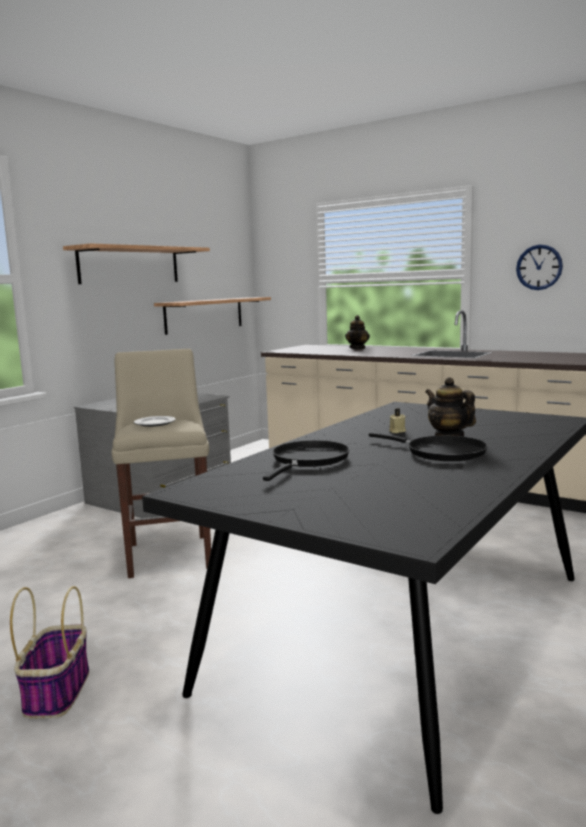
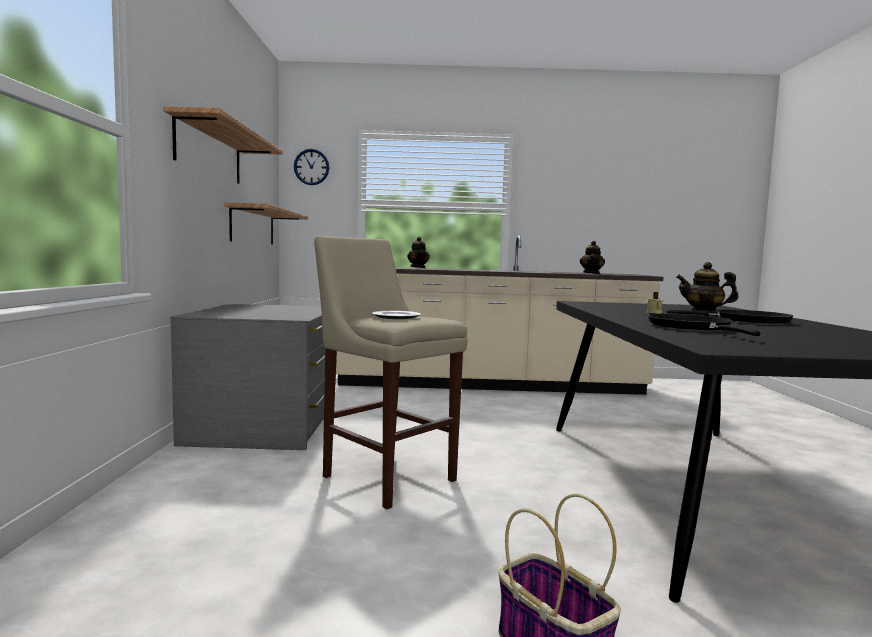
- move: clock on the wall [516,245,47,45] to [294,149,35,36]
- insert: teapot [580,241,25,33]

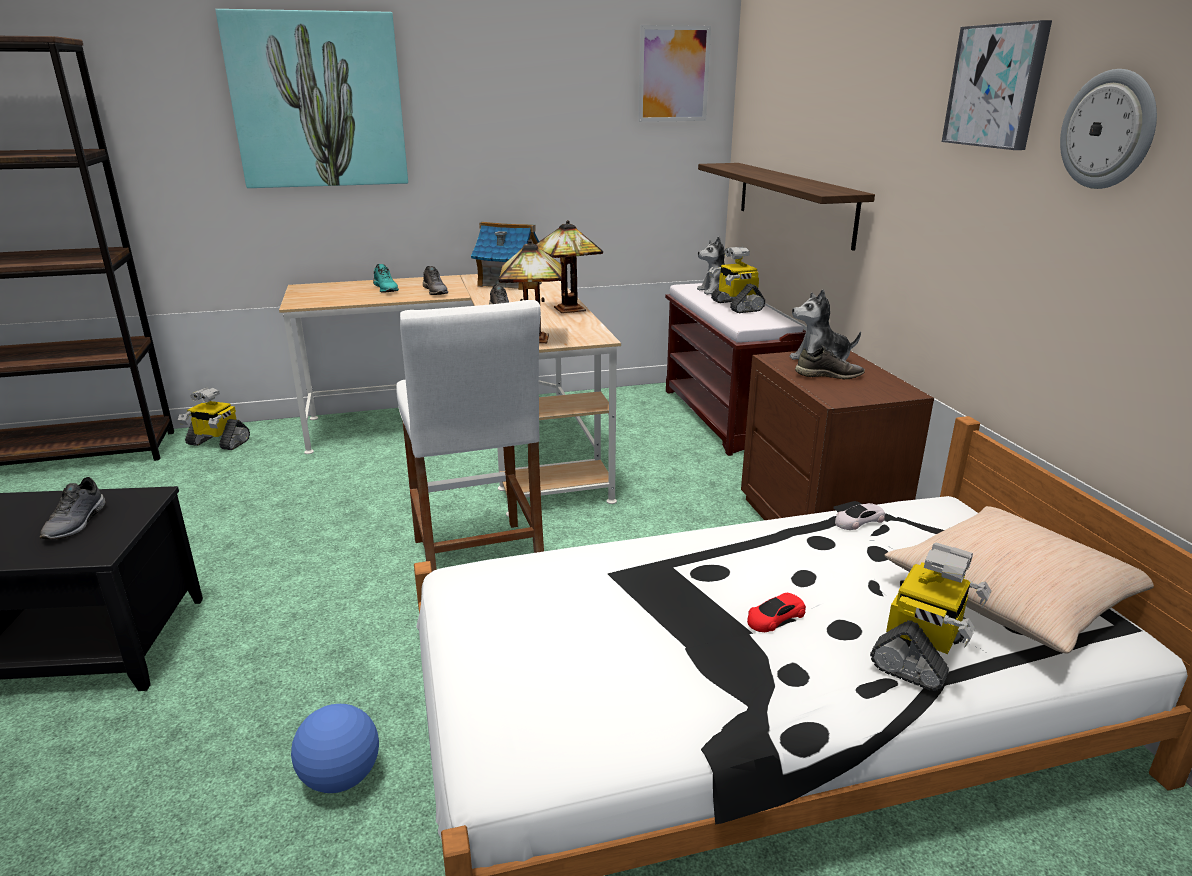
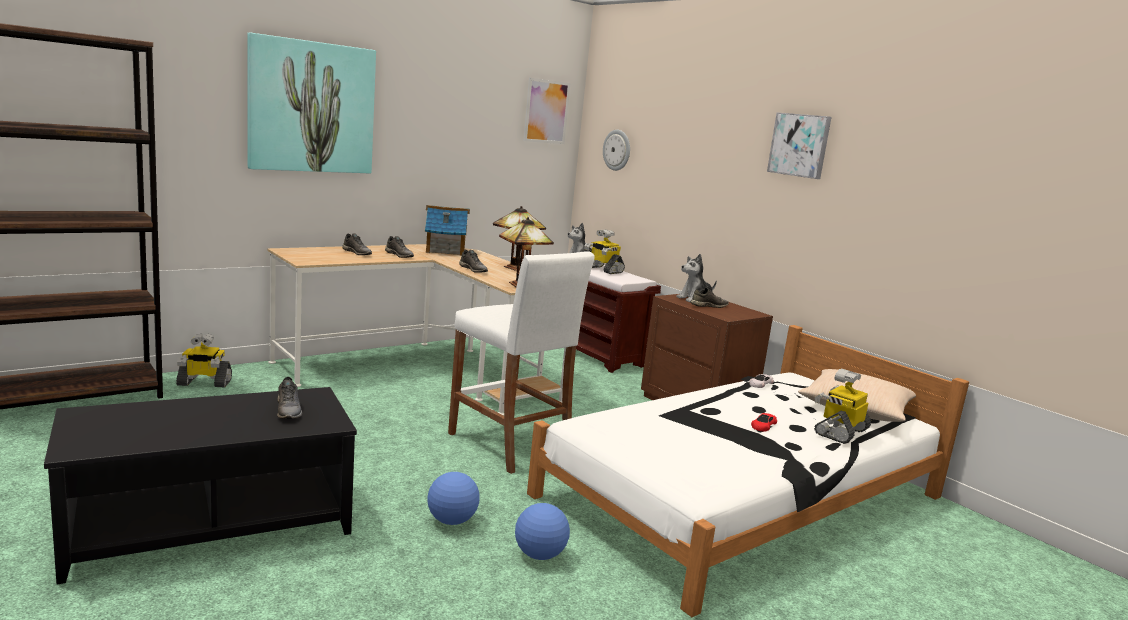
- move: clock on the wall [1060,69,97,120] to [603,130,27,41]
- delete: wall shelf [698,163,177,88]
- recolor: low shoe (turquoise-coloured) [373,264,26,28] to low shoe (grey) [342,233,30,22]
- rotate: toy robot [870,542,121,149] = [814,369,57,74] 150 degrees counterclockwise
- insert: ball for football [427,472,53,53]

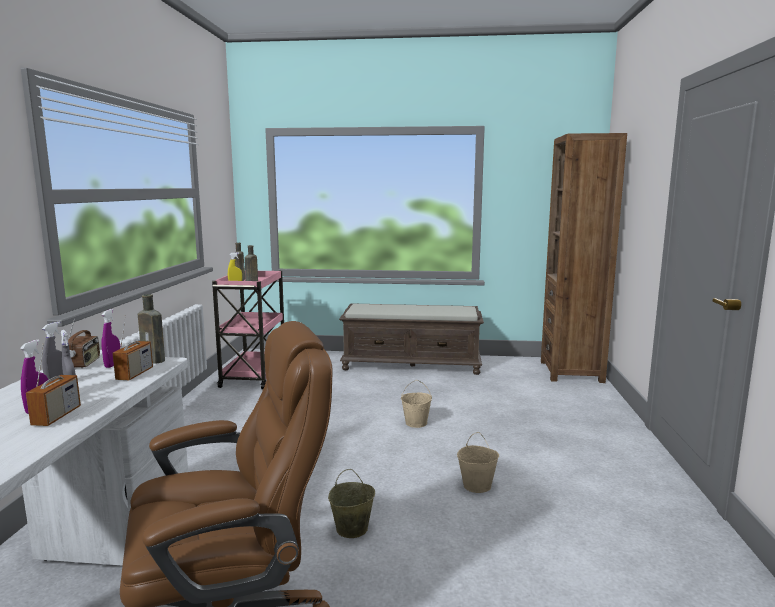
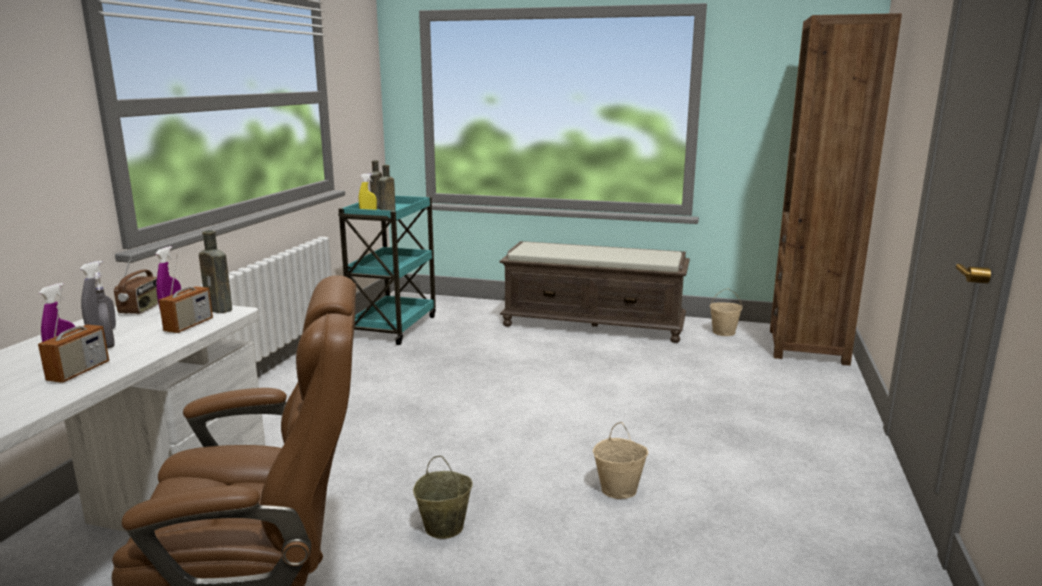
- recolor: wheeled cart (pink) [212,271,72,118] to wheeled cart (turquoise-coloured) [338,196,98,149]
- move: water bucket (sand-coloured) [401,380,31,48] to [710,288,33,48]

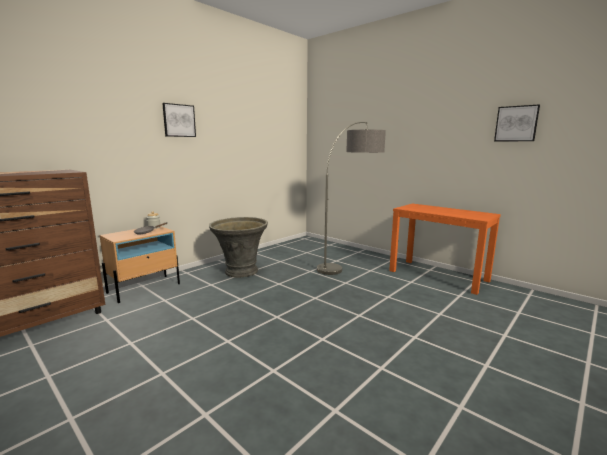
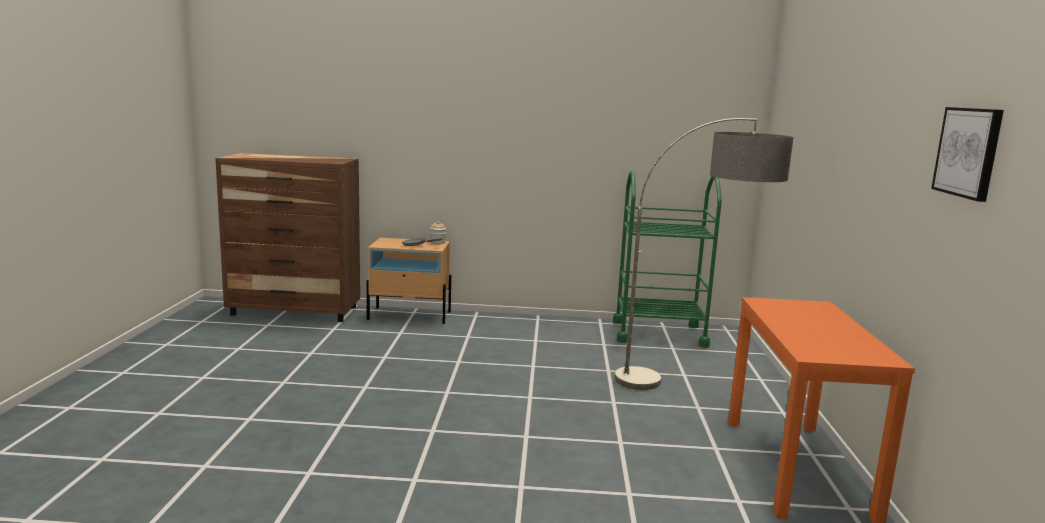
- delete: wall art [162,103,34,34]
- delete: flower pot (grey) [209,217,59,61]
- insert: wheeled cart (green-coloured) [613,171,109,177]

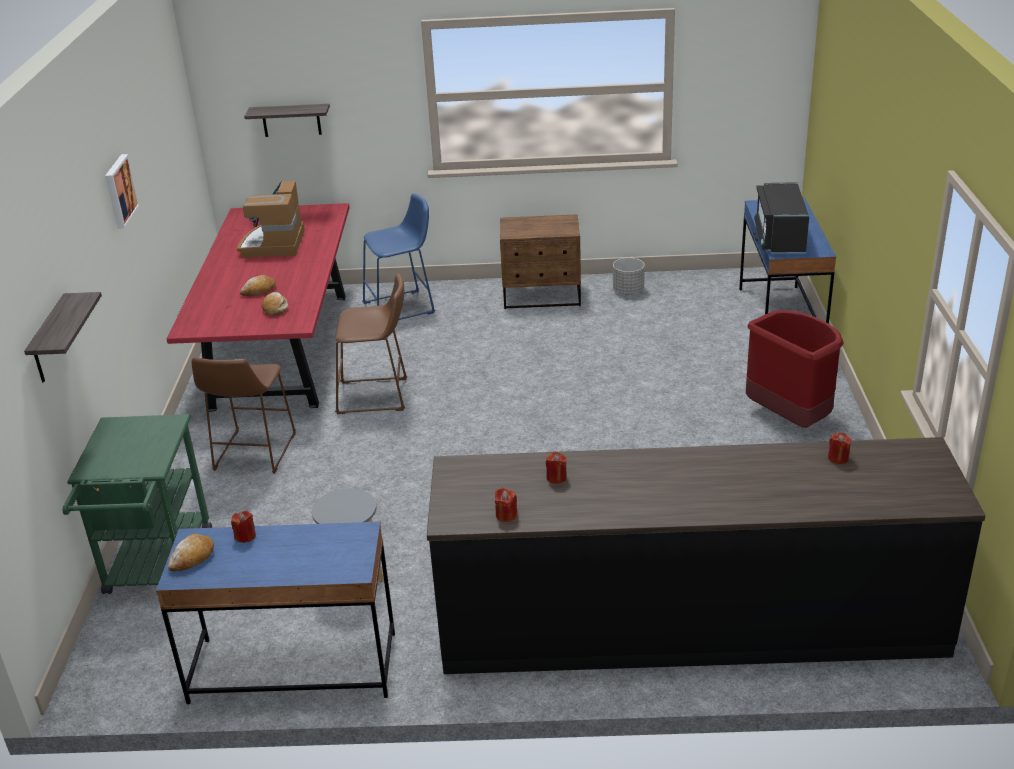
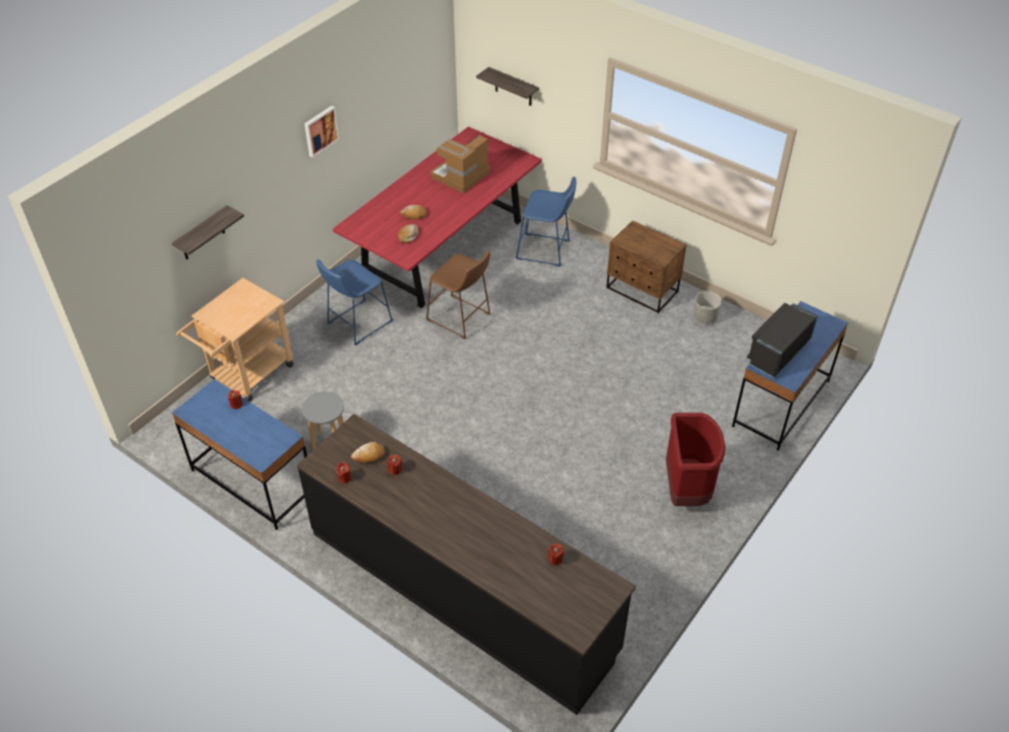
- recolor: stool seat (brown-coloured) [192,357,104,117] to stool seat (blue) [316,259,77,86]
- recolor: wheeled cart (green-coloured) [62,414,150,180] to wheeled cart (sand-coloured) [177,278,116,124]
- move: bakery bread [168,534,46,37] to [351,442,34,21]

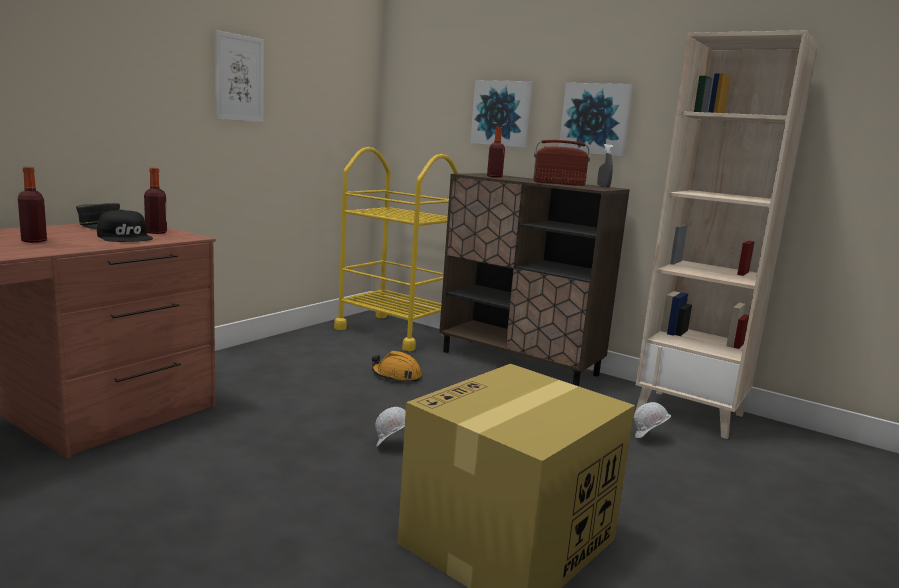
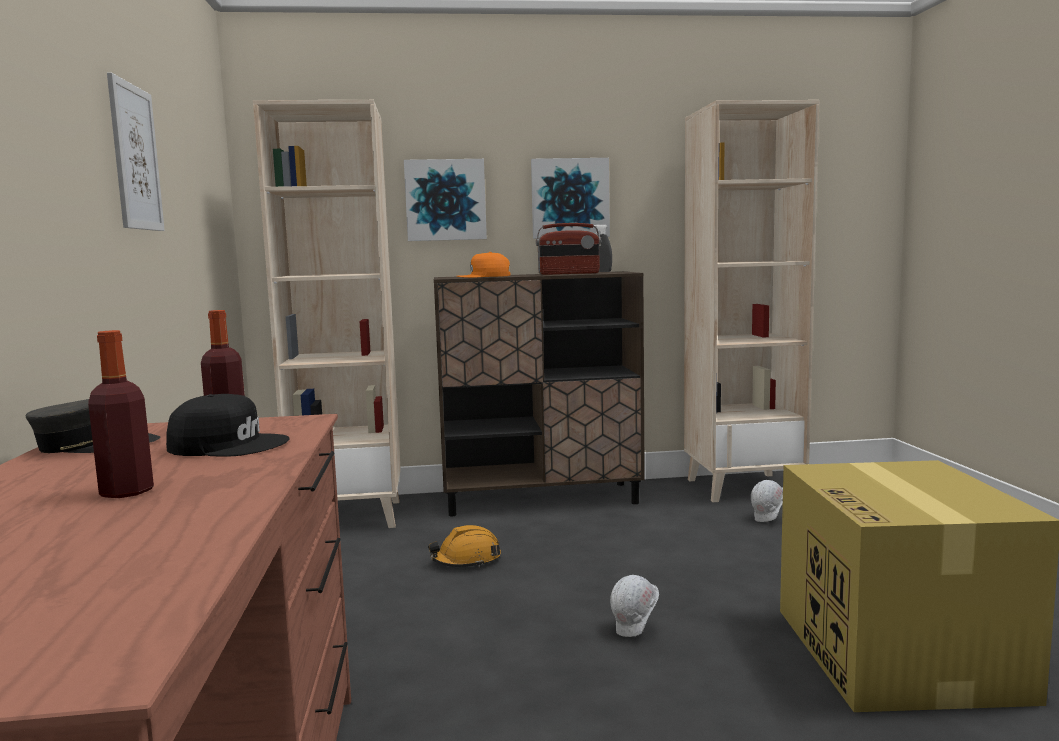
- replace: beverage bottle [487,127,18,51] to cap (orangey) [456,252,55,26]
- rotate: radio set [534,140,56,46] = [536,223,65,52] 150 degrees counterclockwise
- replace: wheeled cart (yellow-coloured) [334,147,125,204] to bookshelf (sand-coloured) [253,100,148,428]

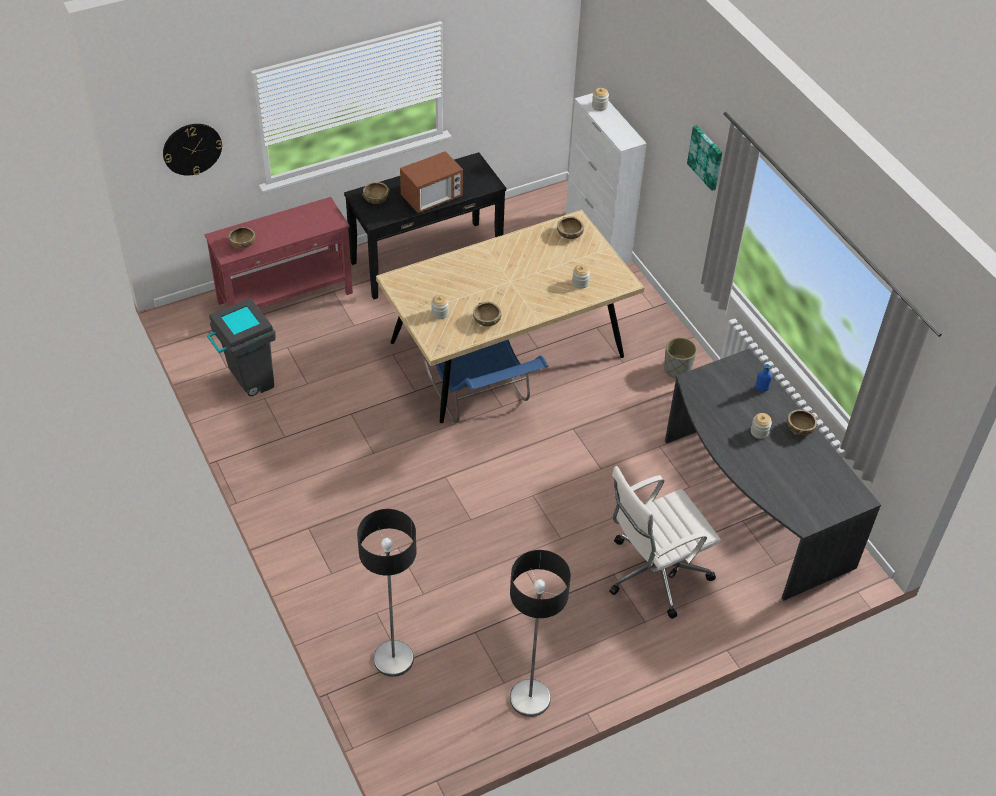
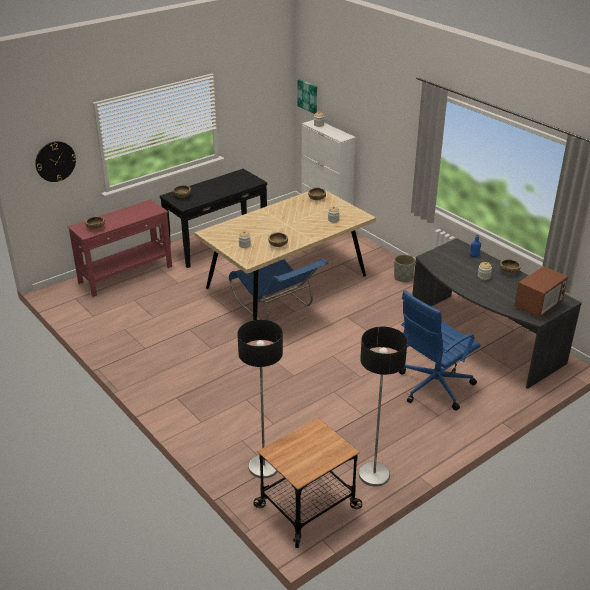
- move: wall art [687,125,36,66] to [298,79,19,35]
- move: microwave oven [400,151,63,62] to [514,266,54,52]
- delete: rubbish bin (grey) [207,298,69,98]
- recolor: office chair (whitish) [609,466,112,153] to office chair (blue) [399,290,81,120]
- insert: wheeled cart [253,418,109,130]

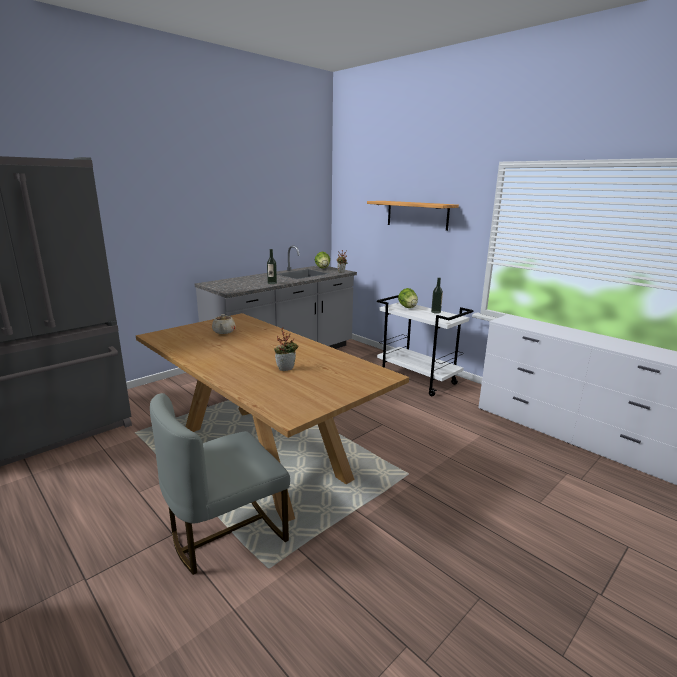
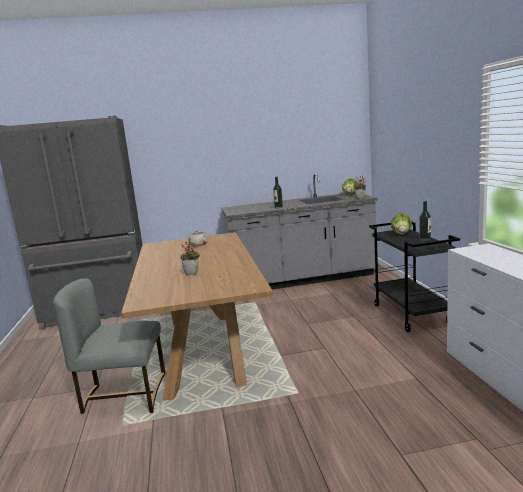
- delete: wall shelf [367,201,92,30]
- recolor: wheeled cart (whitish) [377,295,97,101] to wheeled cart (black) [369,222,91,110]

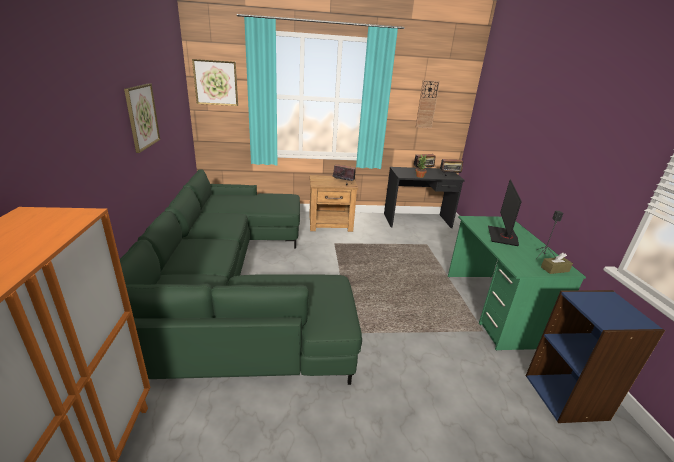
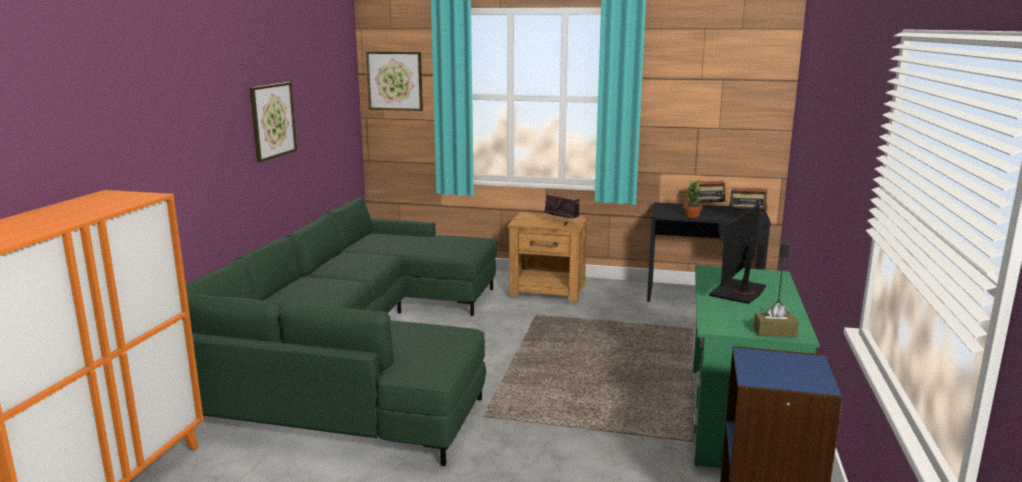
- delete: clock on the wall [416,80,24,48]

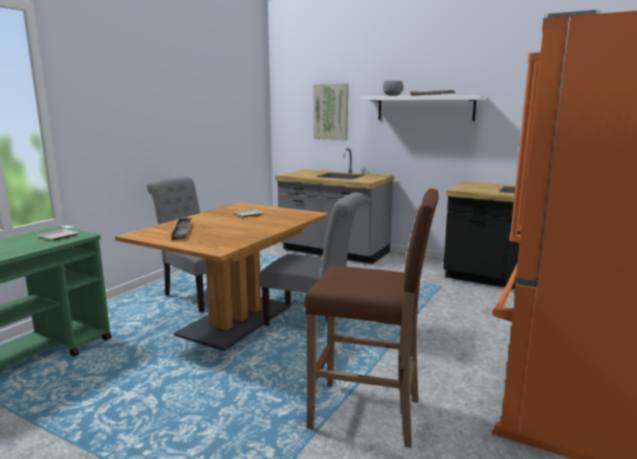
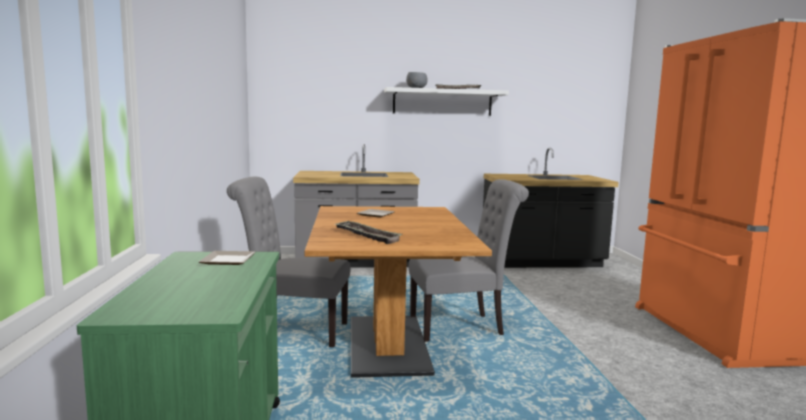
- delete: wall art [314,84,34,56]
- delete: stool seat (brown-coloured) [304,188,135,260]

